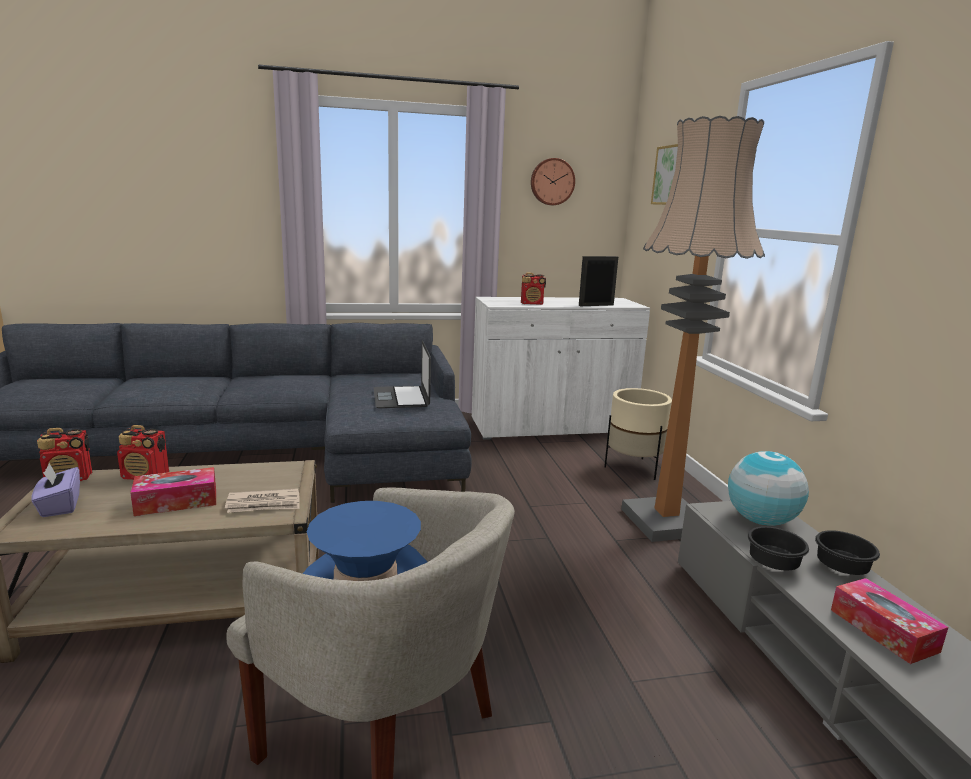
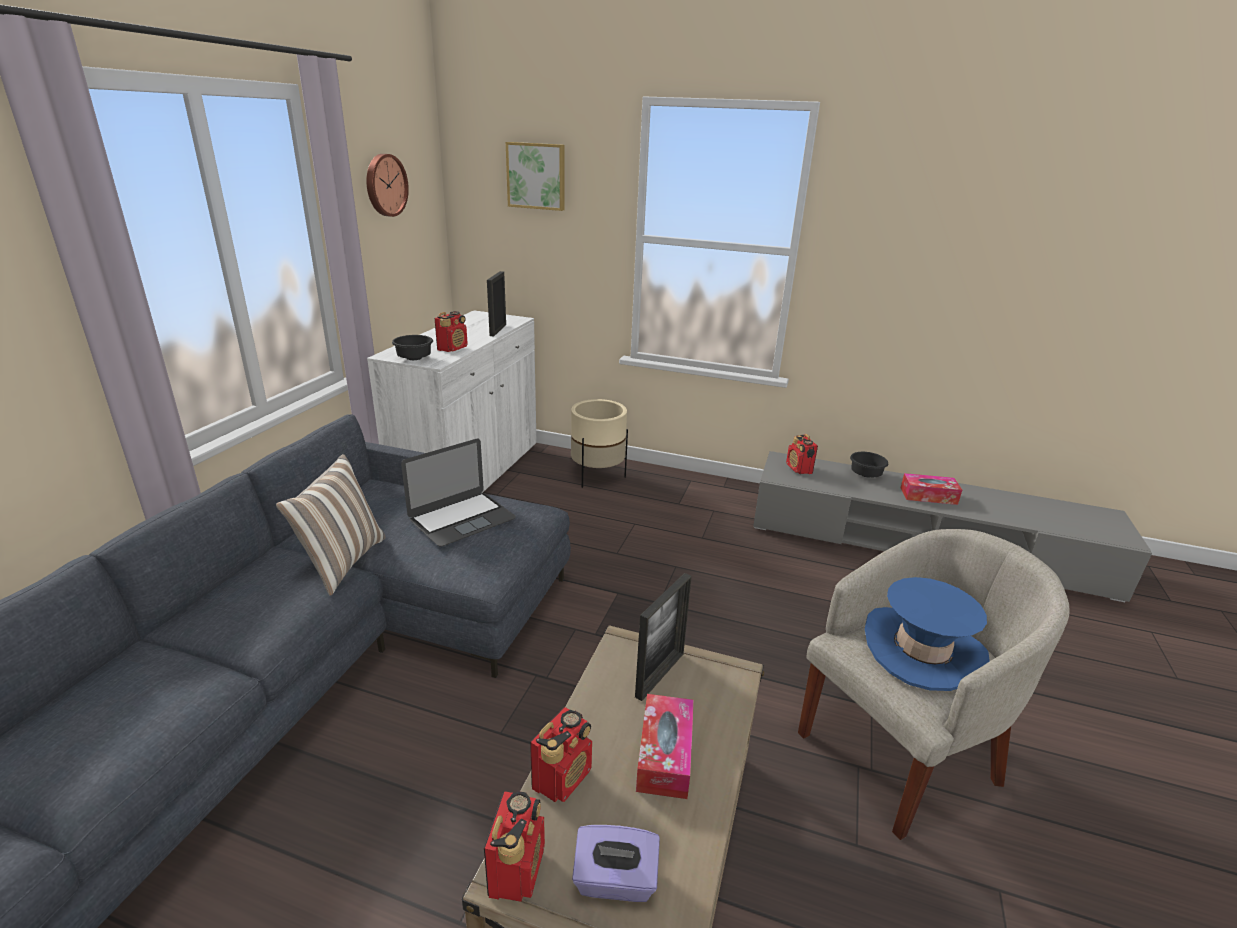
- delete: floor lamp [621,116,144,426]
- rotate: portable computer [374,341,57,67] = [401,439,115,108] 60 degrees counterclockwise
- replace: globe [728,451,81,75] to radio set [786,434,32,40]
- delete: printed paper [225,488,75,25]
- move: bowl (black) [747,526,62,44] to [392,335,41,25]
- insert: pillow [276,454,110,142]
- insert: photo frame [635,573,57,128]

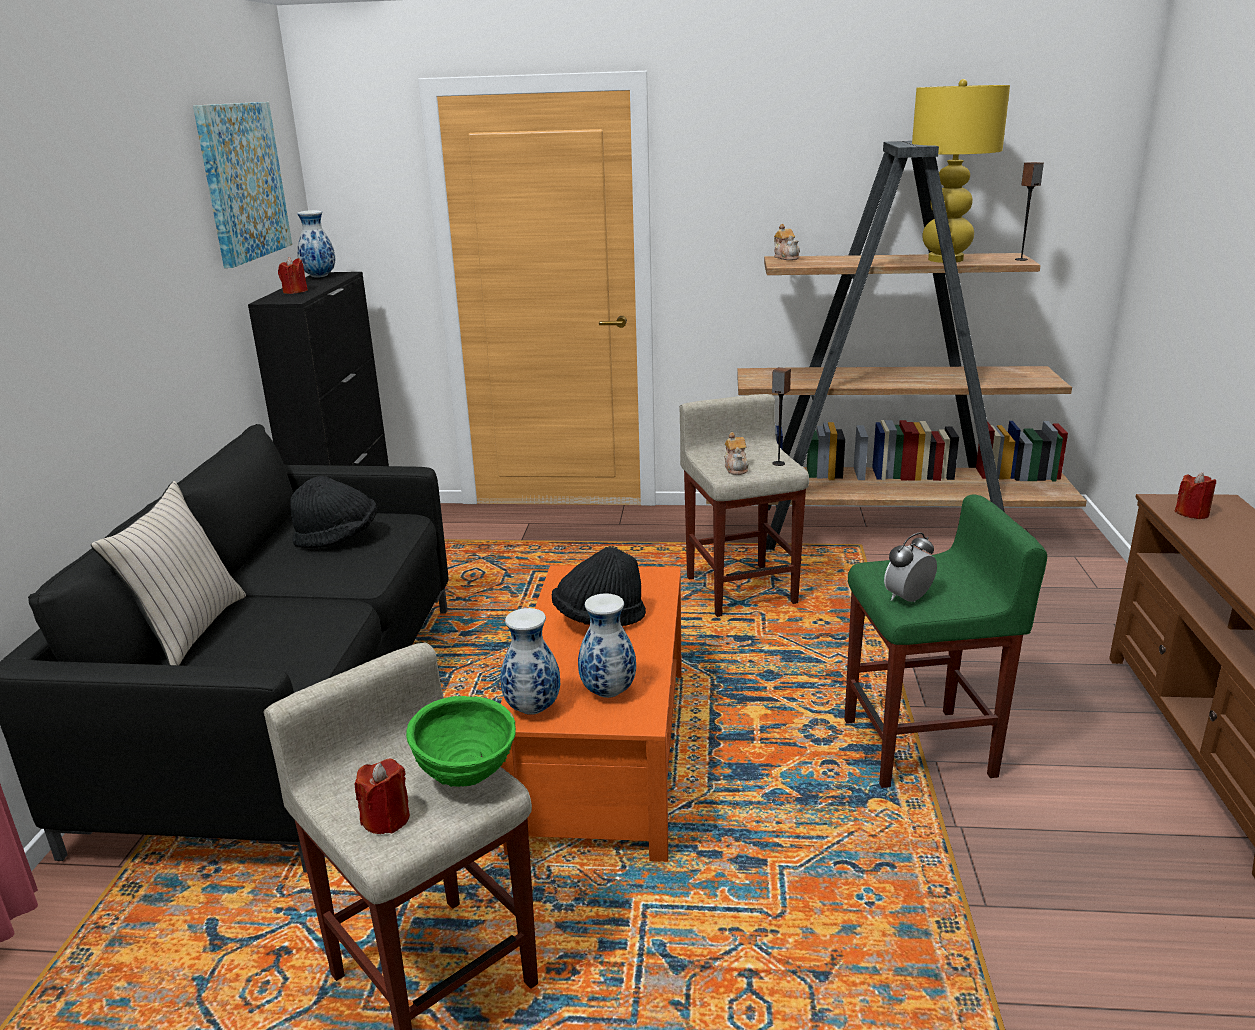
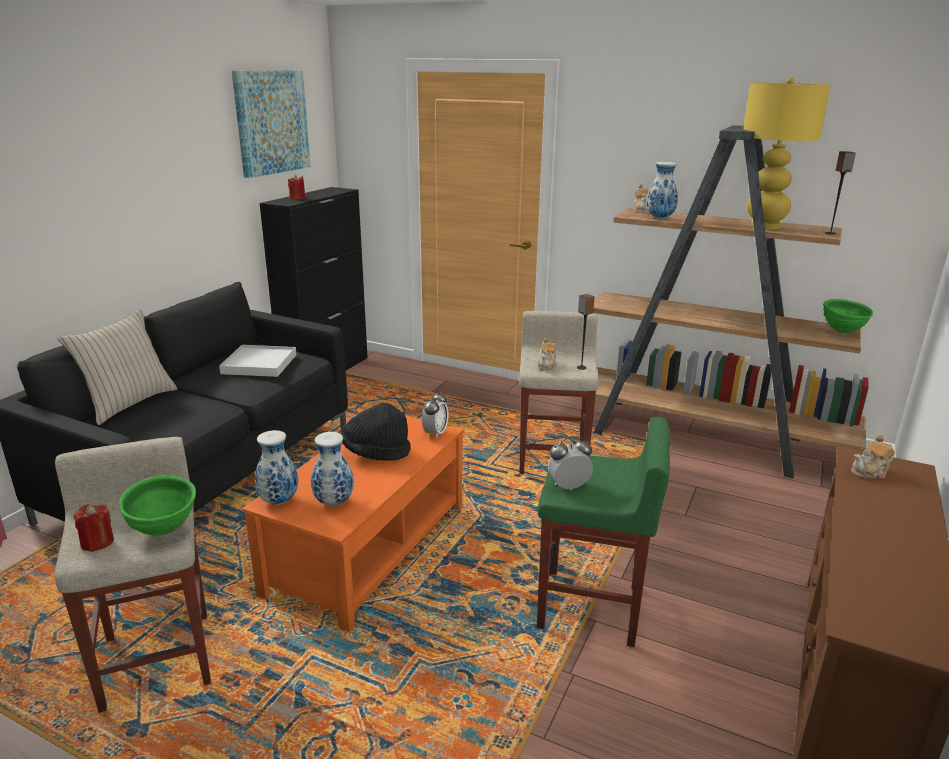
- move: decorative vase [297,210,38,68] to [646,162,32,57]
- replace: wax light (red-coloured) [1175,473,41,46] to teapot [851,435,44,44]
- replace: clothing hat (black) [290,476,87,72] to carrying tray (whitish) [219,345,77,32]
- insert: bowl (green-coloured) [823,299,50,34]
- insert: table clock [422,391,26,47]

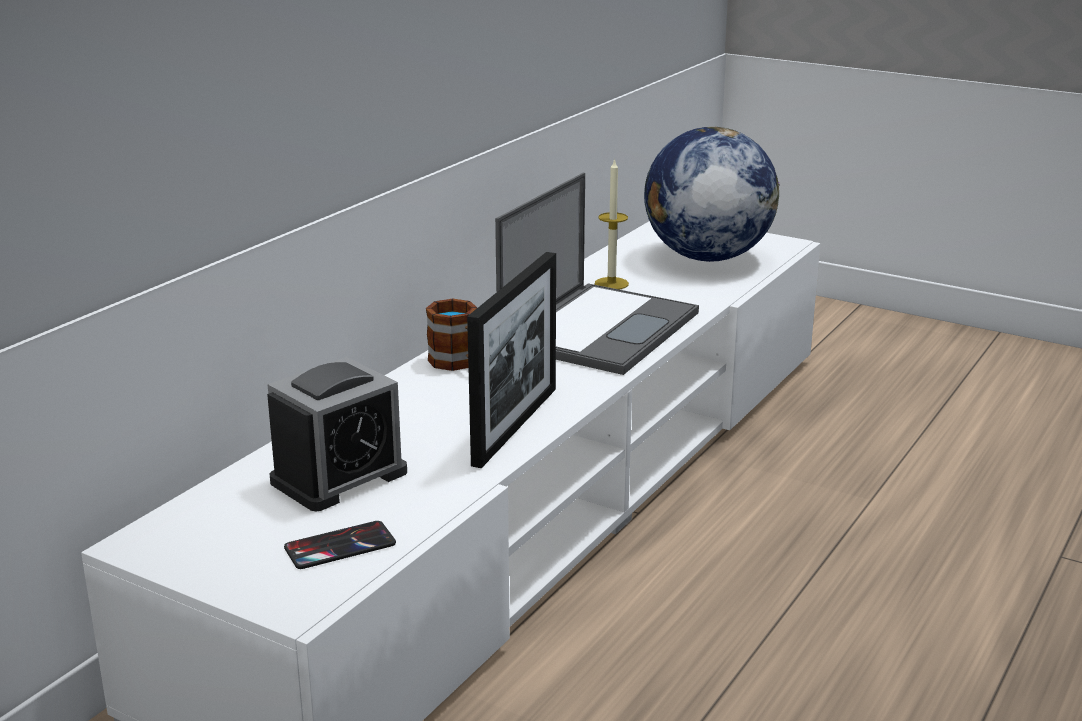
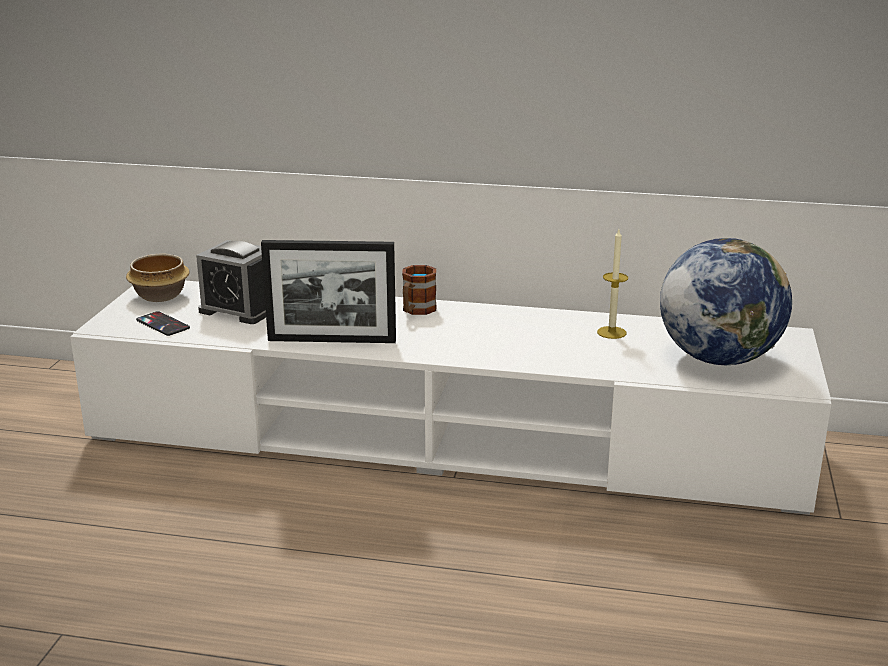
- delete: portable computer [495,173,204,202]
- insert: bowl [126,254,64,48]

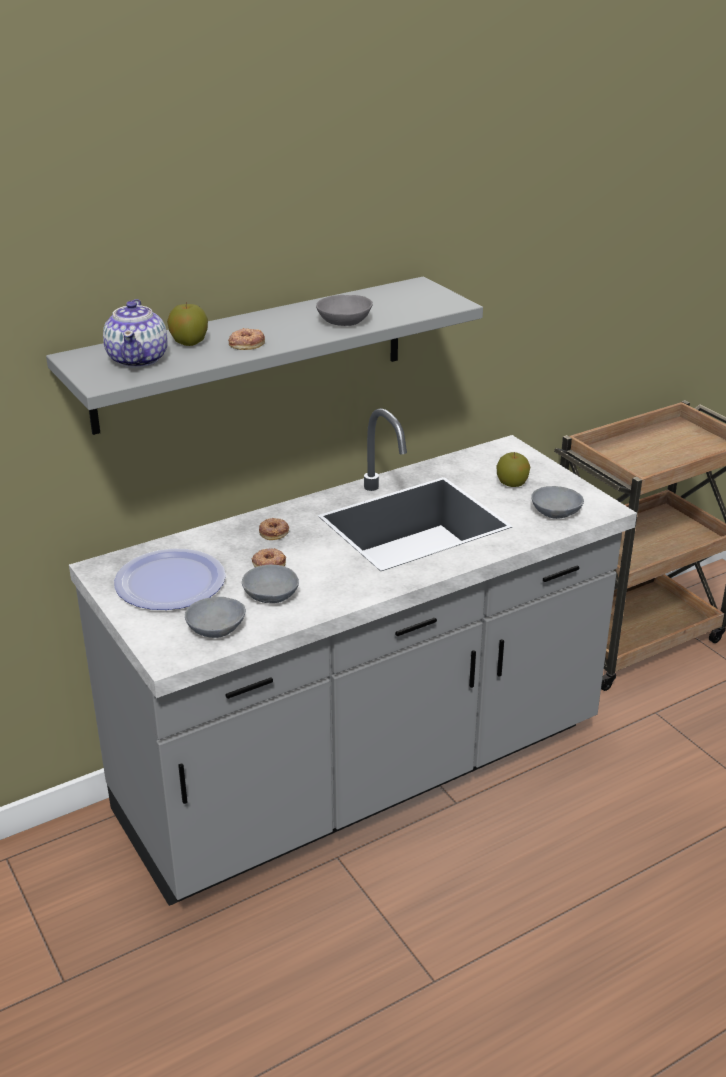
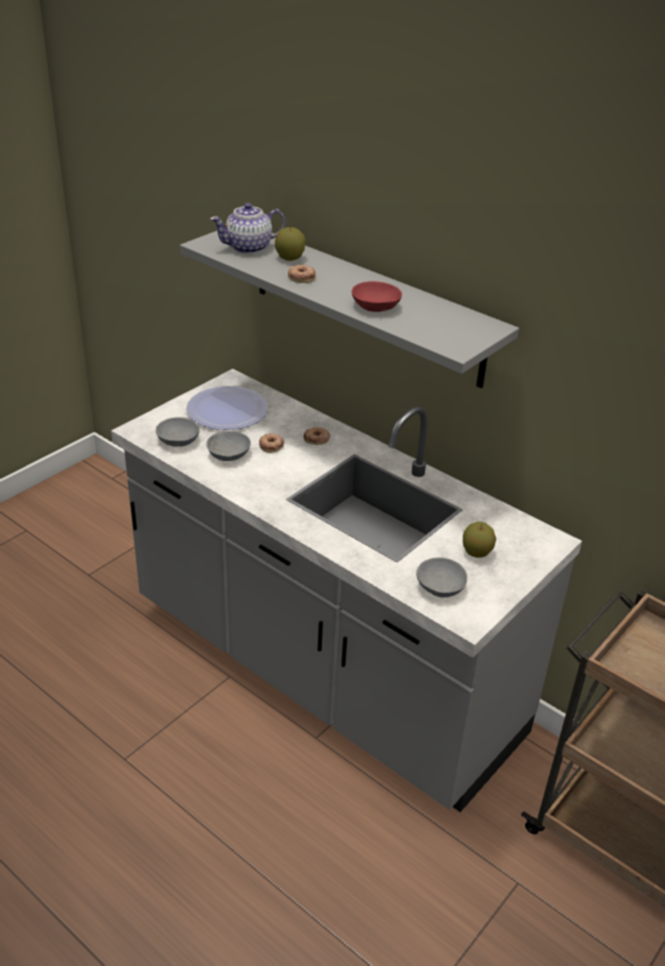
- recolor: bowl (grey) [316,295,57,31] to bowl (red-coloured) [352,281,50,31]

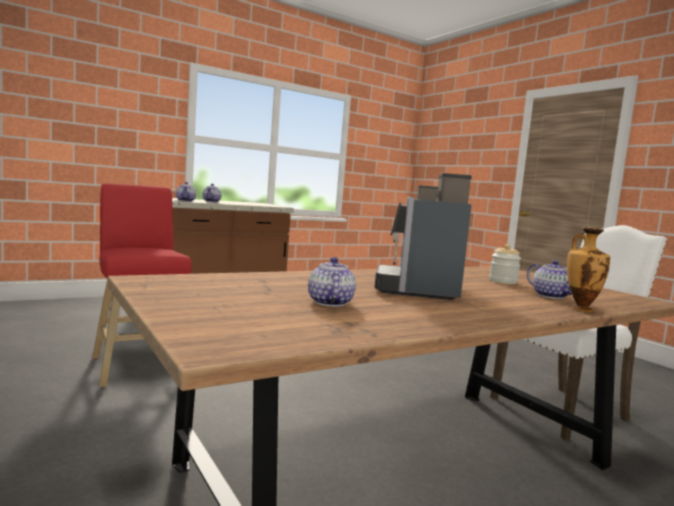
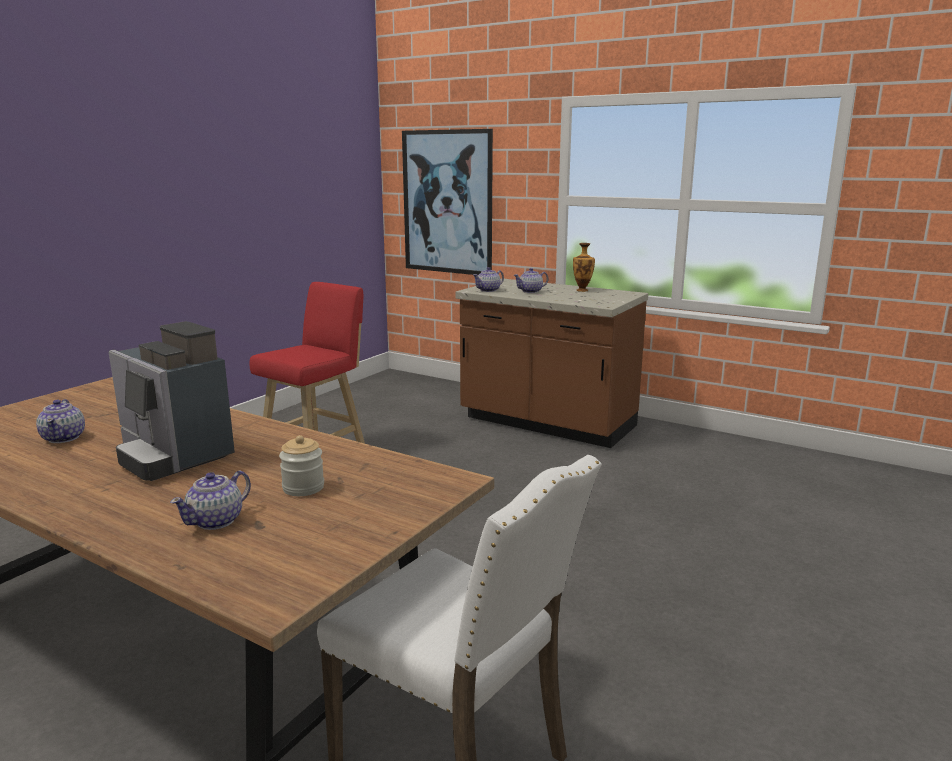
- rotate: coffee maker [374,173,98,127] = [109,321,126,160] 120 degrees counterclockwise
- move: decorative vase [567,227,43,85] to [573,243,22,49]
- rotate: teapot [308,257,48,50] = [36,399,49,44] 105 degrees clockwise
- insert: wall art [402,129,91,146]

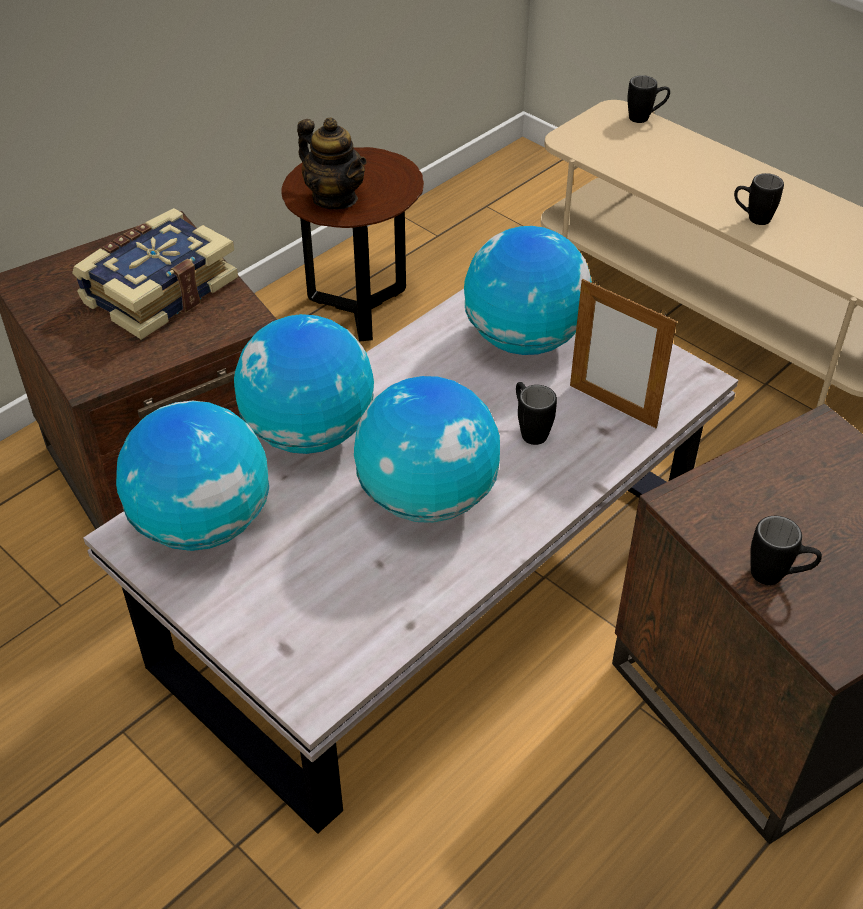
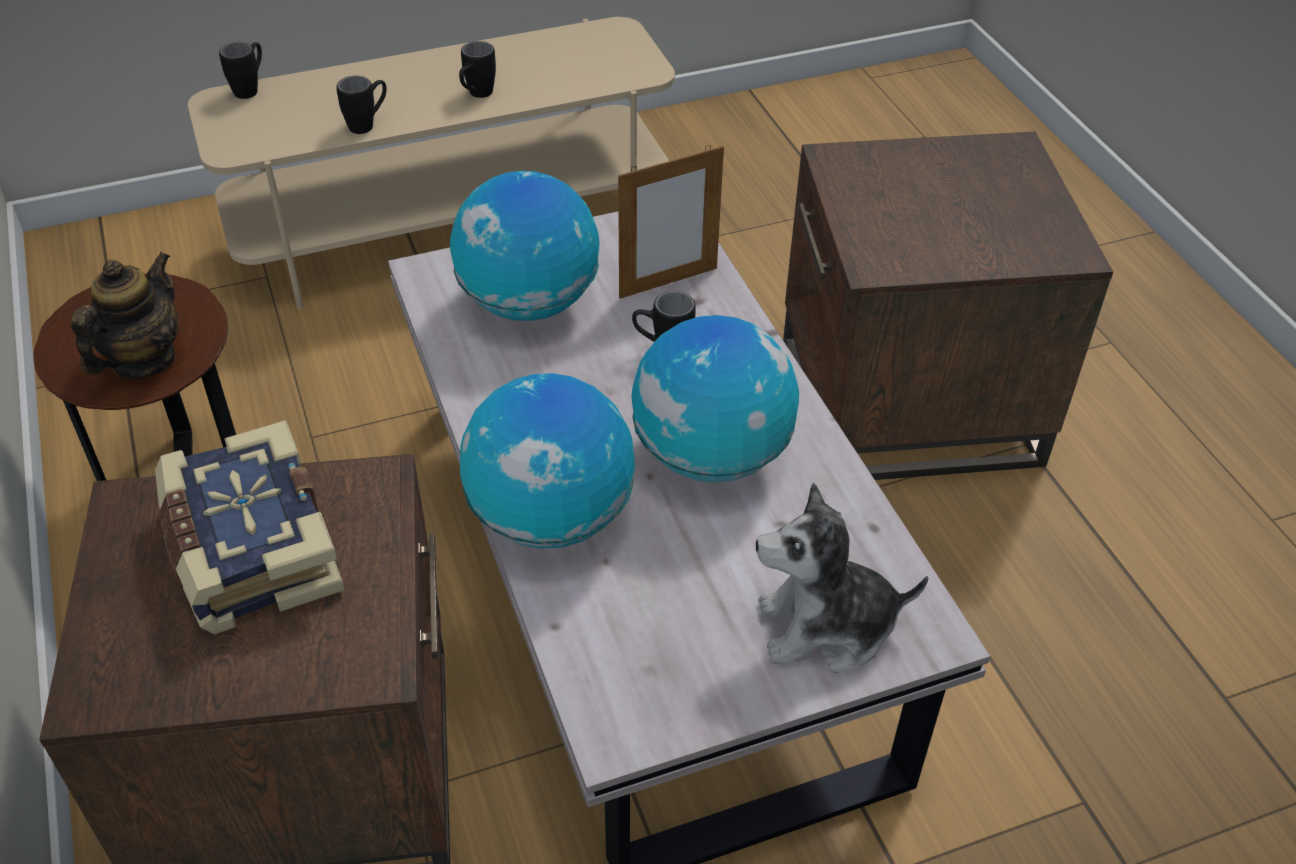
- rotate: teapot [297,118,70,91] = [71,252,108,127] 45 degrees counterclockwise
- delete: globe [116,401,153,150]
- move: mug (black) [750,516,72,69] to [336,76,51,58]
- insert: plush toy [756,482,172,191]

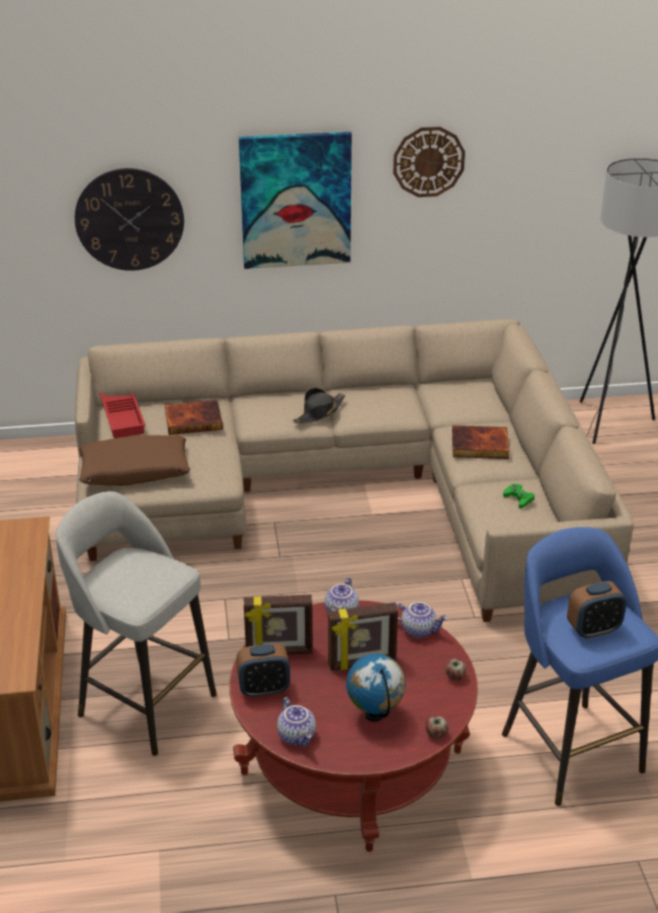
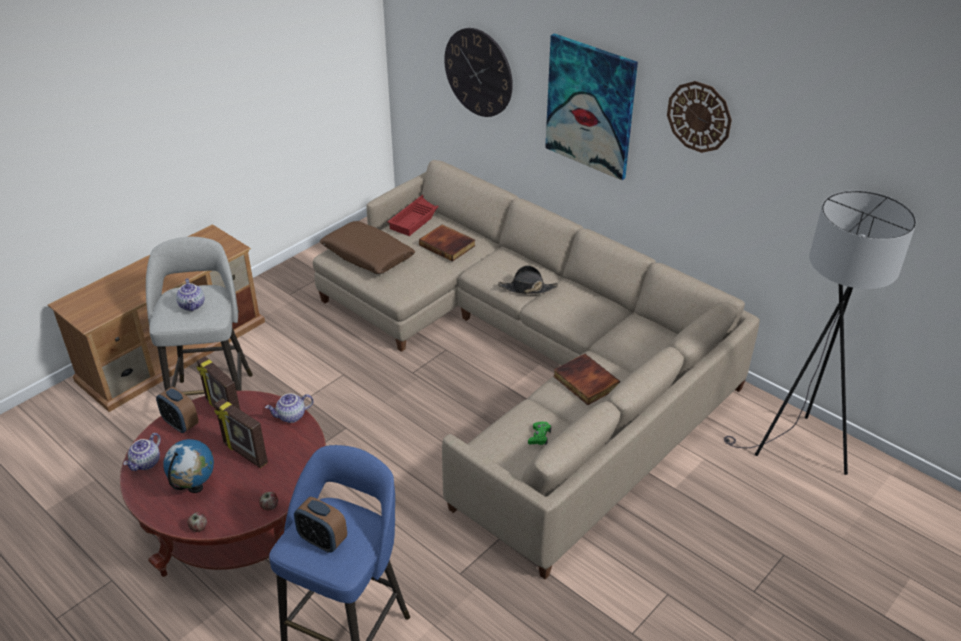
- move: teapot [396,602,52,36] to [176,278,28,33]

